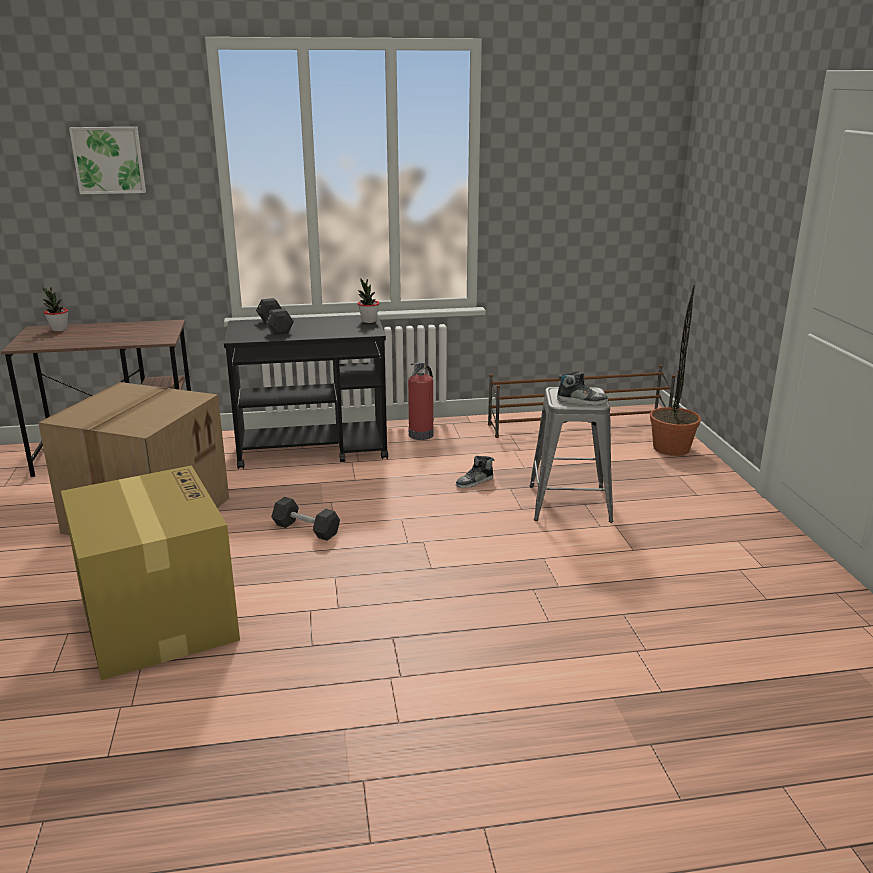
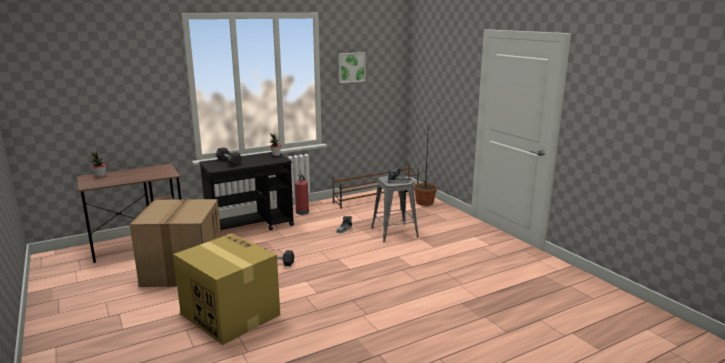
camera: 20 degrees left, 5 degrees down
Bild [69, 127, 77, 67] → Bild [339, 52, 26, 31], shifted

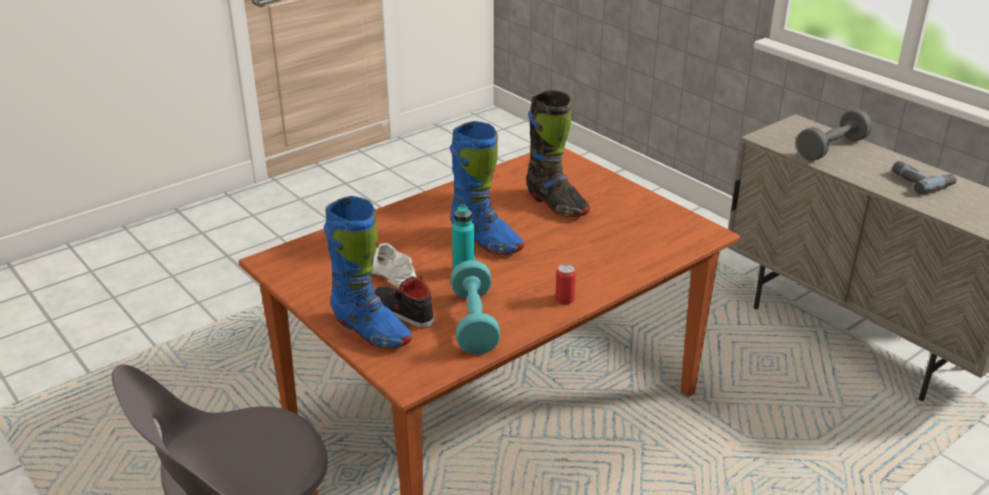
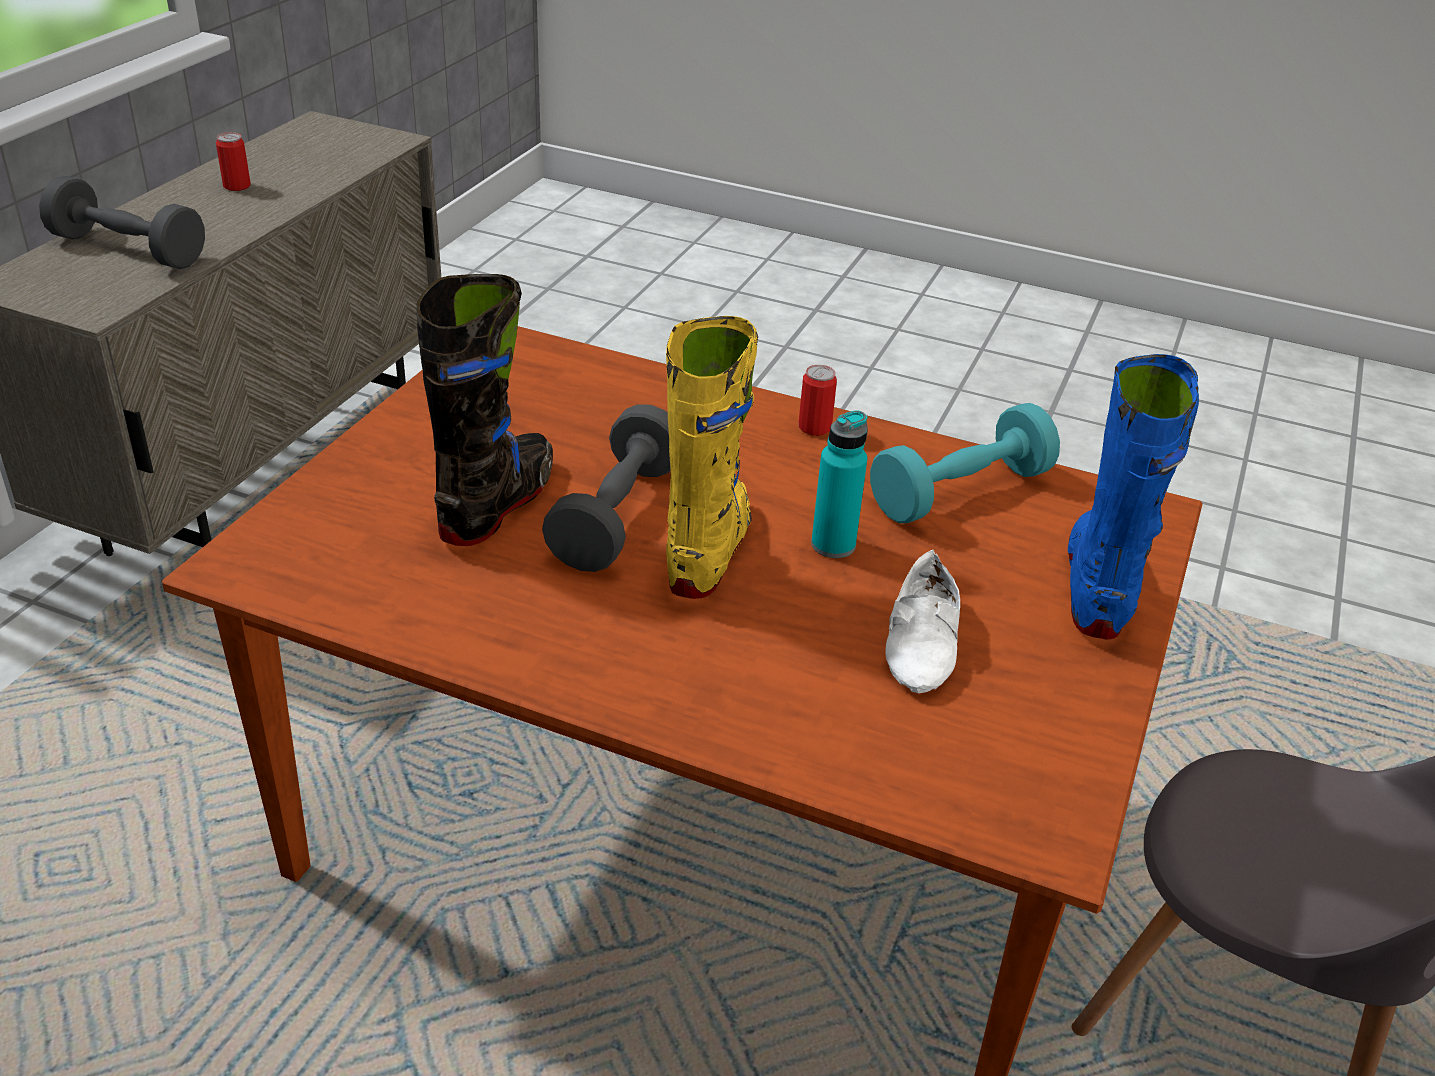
camera: 120 degrees left, 5 degrees up
Stiefel [blau] [450, 121, 74, 133] → Stiefel [gelb] [666, 316, 92, 283]
Bohrmaschine [892, 161, 65, 34] → Dose [216, 132, 35, 59]
Schuh [schwarz] [374, 276, 60, 52] → -
- → Hantel [grau] [542, 404, 129, 168]

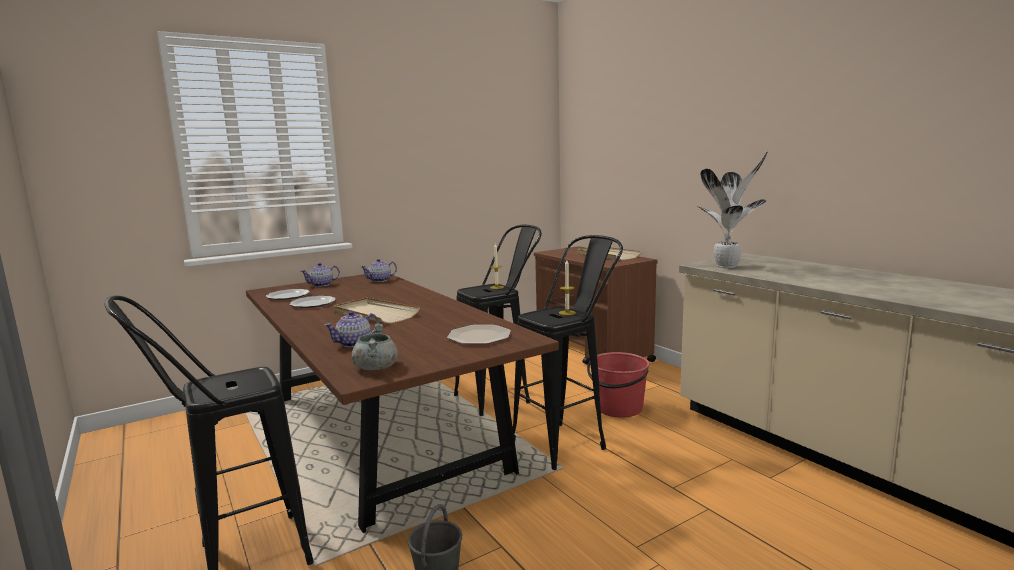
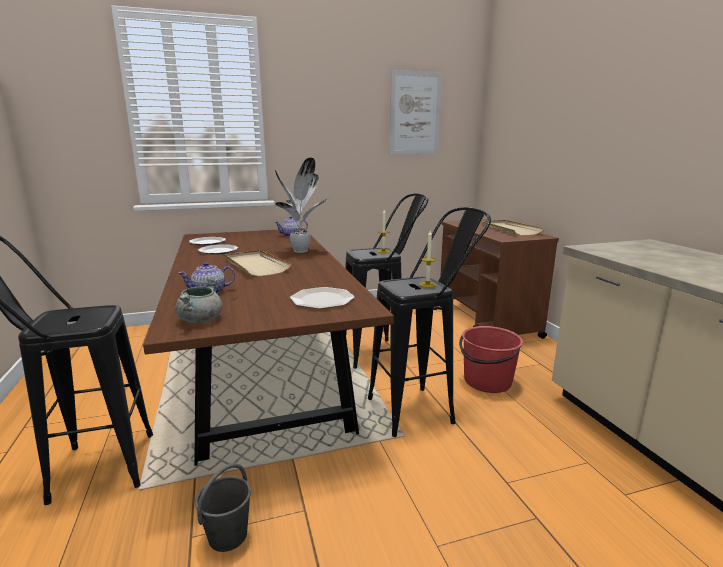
camera: 15 degrees right, 5 degrees up
Topfpflanze [696, 152, 71, 116] → Topfpflanze [275, 158, 54, 95], shifted
Teekanne [301, 263, 39, 24] → -
- → Bild [390, 70, 52, 85]

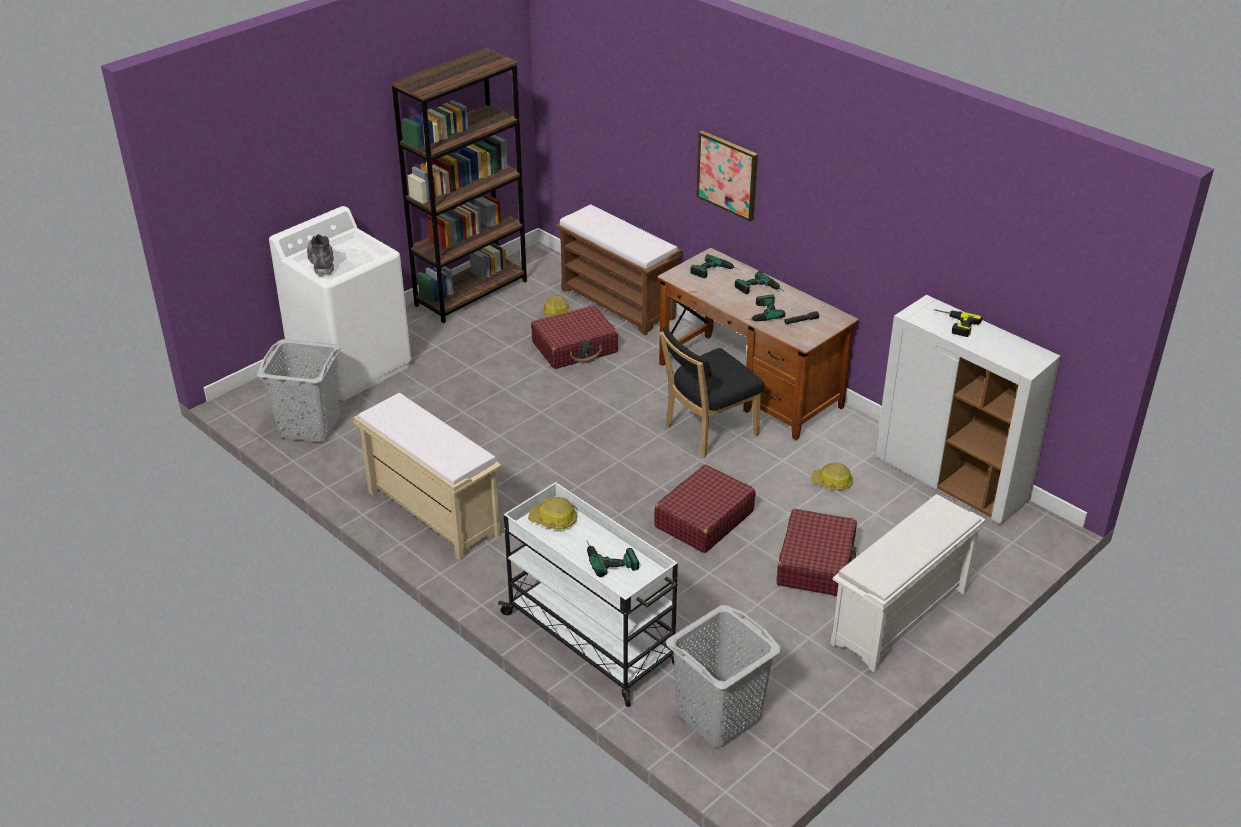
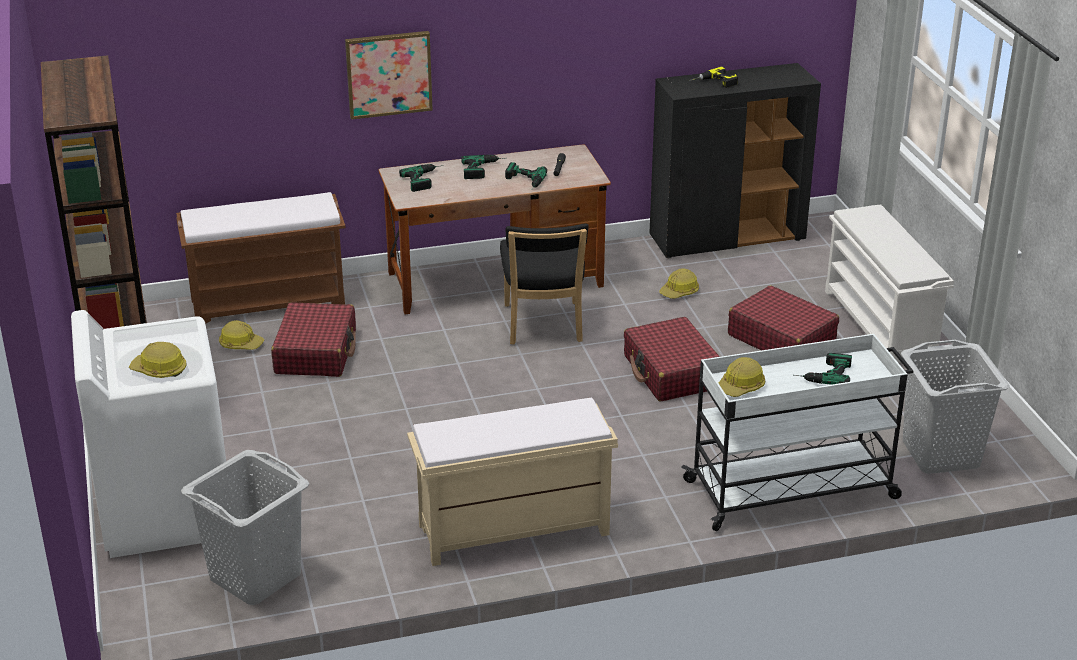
camera: 60 degrees left, 5 degrees down
Stiefel [grau] [307, 234, 27, 43] → Schutzhelm [129, 342, 58, 36]
Schrank [weiß] [875, 295, 186, 229] → Schrank [schwarz] [649, 63, 172, 195]

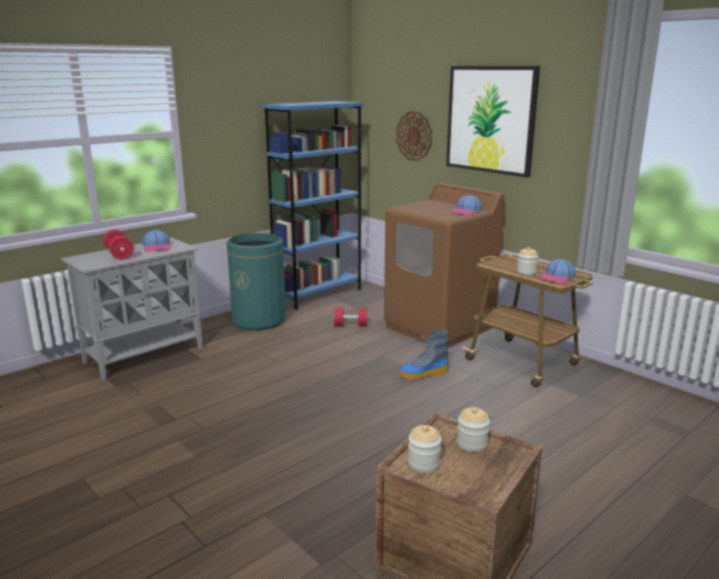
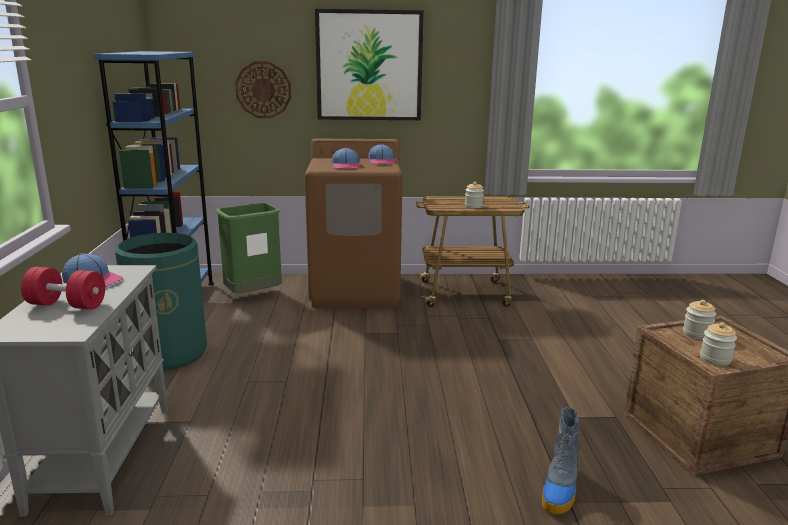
camera: 50 degrees left, 0 degrees up
Kappe [540, 258, 36, 25] → Kappe [332, 147, 27, 22], shifted
Hantel [rot] [334, 308, 34, 18] → -
Stiefel [399, 329, 50, 51] → Stiefel [542, 407, 38, 108], shifted
- → Mülleimer [grün] [216, 203, 66, 90]

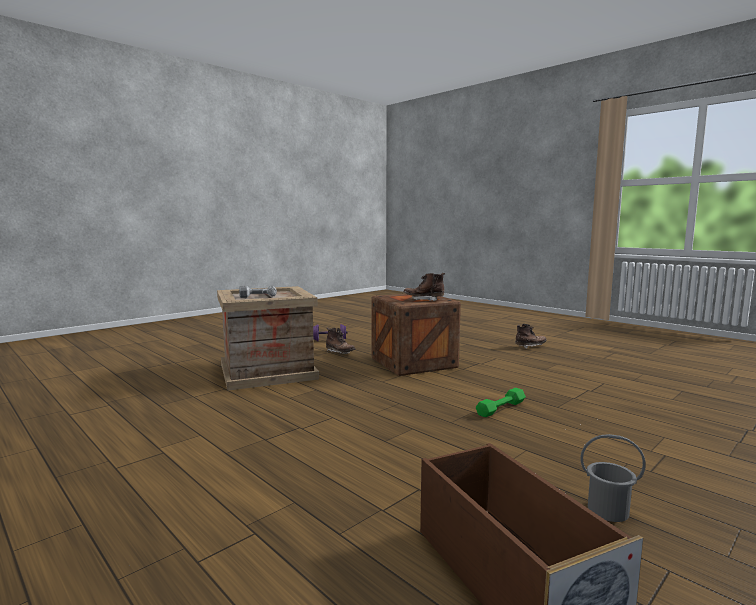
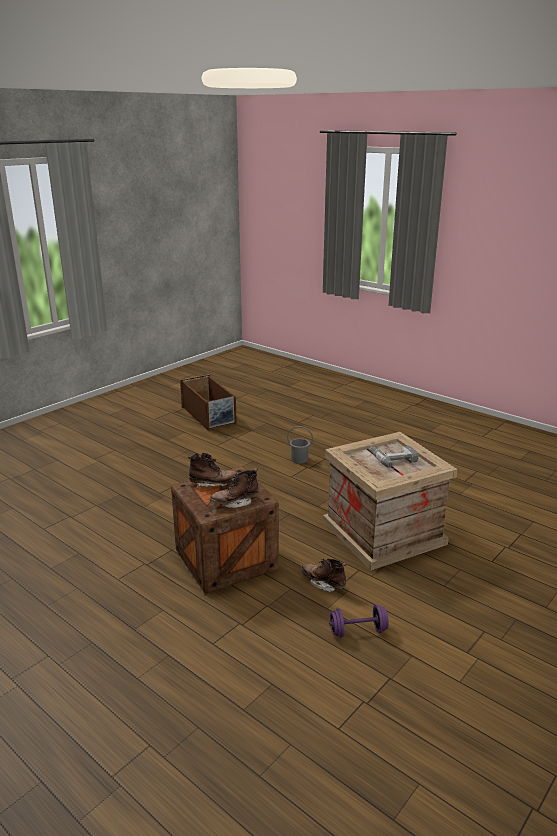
camera: 175 degrees right, 15 degrees up
Stiefel [braun] [515, 324, 32, 25] → Stiefel [braun] [210, 468, 49, 40], shifted
Hantel [grün] [476, 388, 50, 29] → -
Eimer [grau] [580, 434, 66, 88] → Eimer [grau] [287, 426, 26, 38], shifted

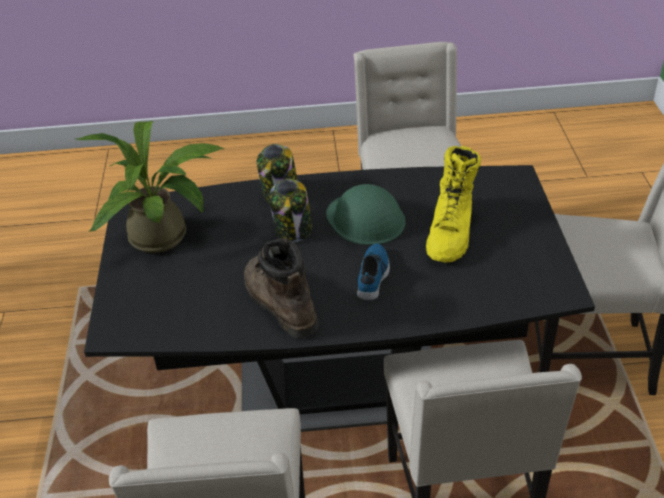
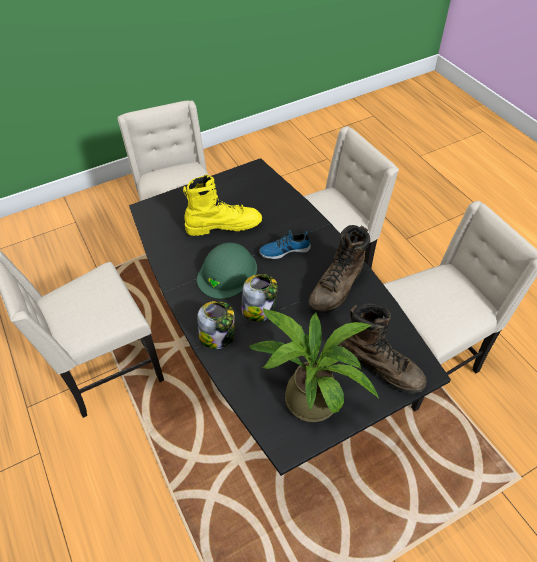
camera: 115 degrees left, 10 degrees up
- → Stiefel [braun] [338, 304, 89, 90]

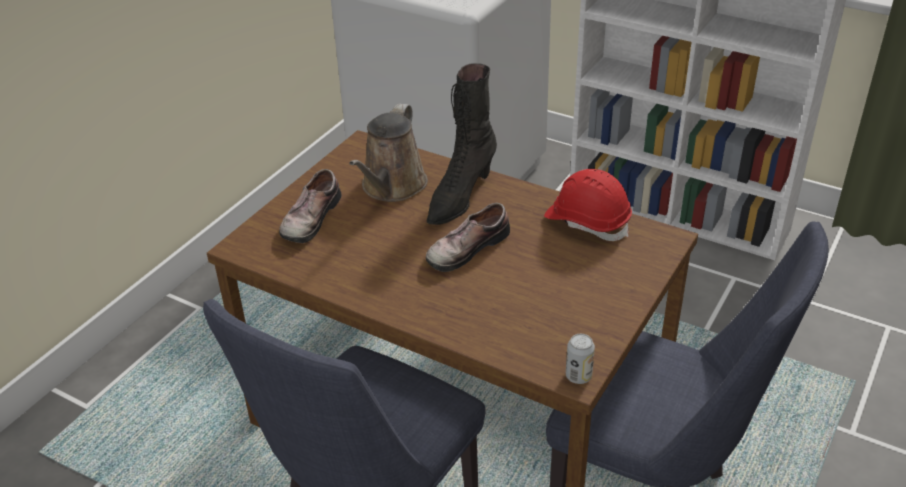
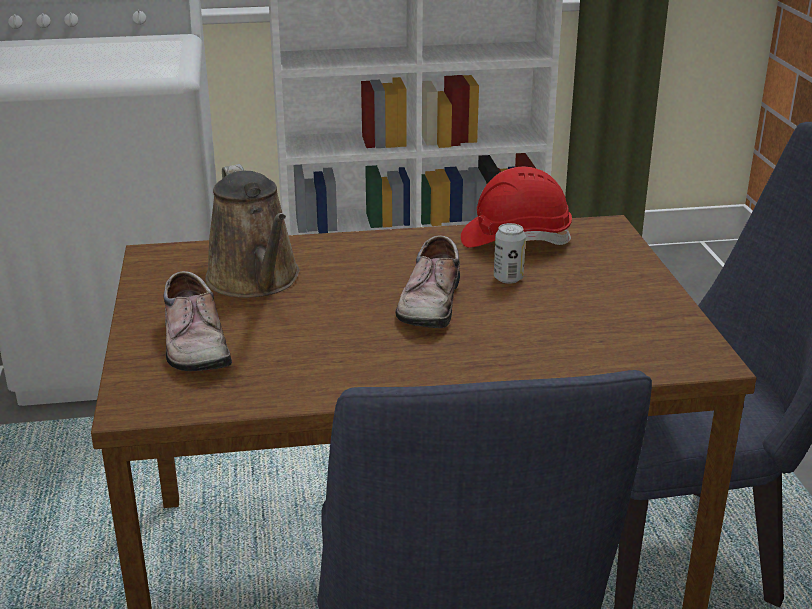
camera: 40 degrees left, 10 degrees down
Stiefel [schwarz] [426, 63, 71, 162] → -
Dose [566, 334, 29, 50] → Dose [494, 223, 32, 61], shifted

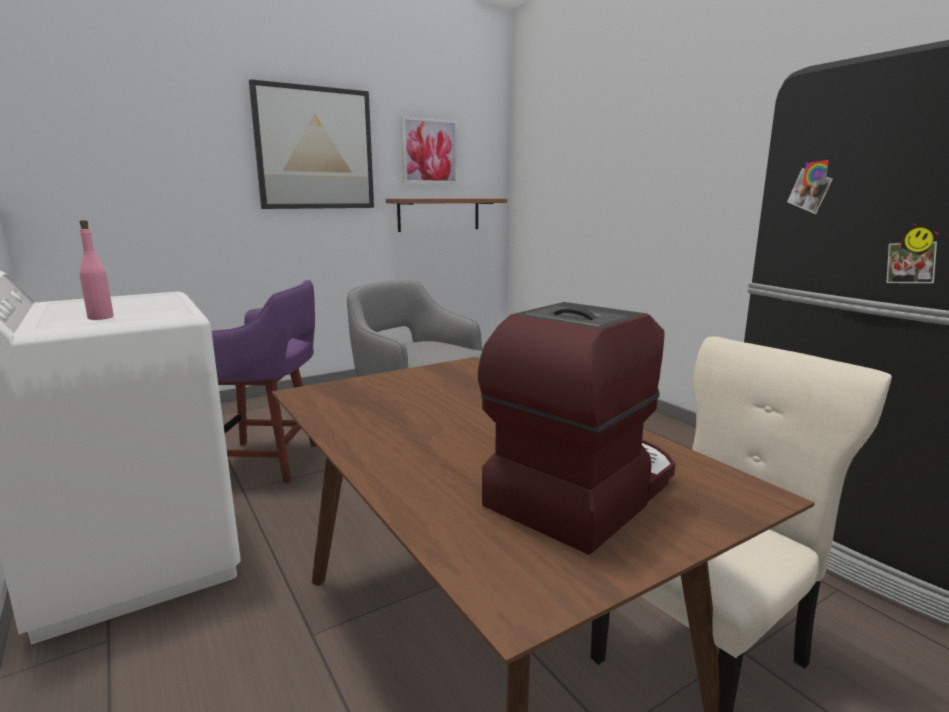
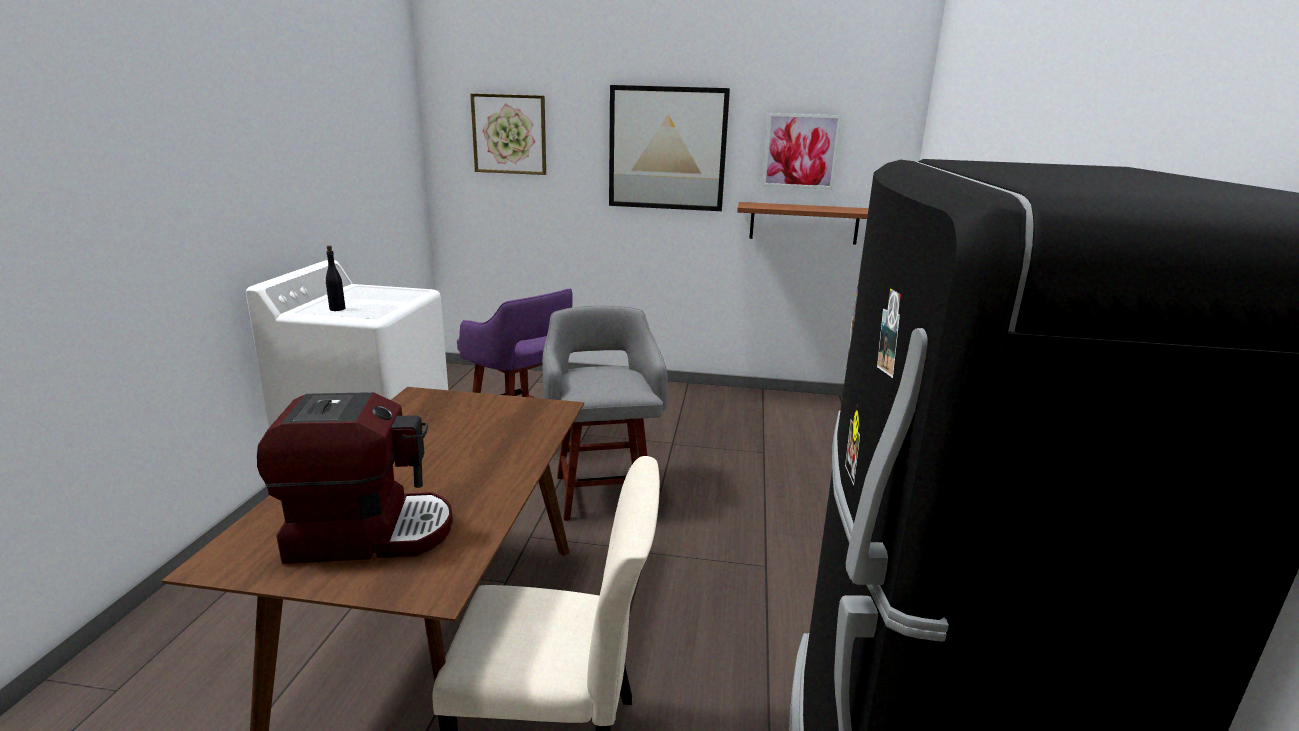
camera: 40 degrees right, 5 degrees up
Flasche [rosa] [79, 220, 35, 100] → Flasche [schwarz] [326, 245, 19, 66]
- → Bild [470, 93, 76, 82]

